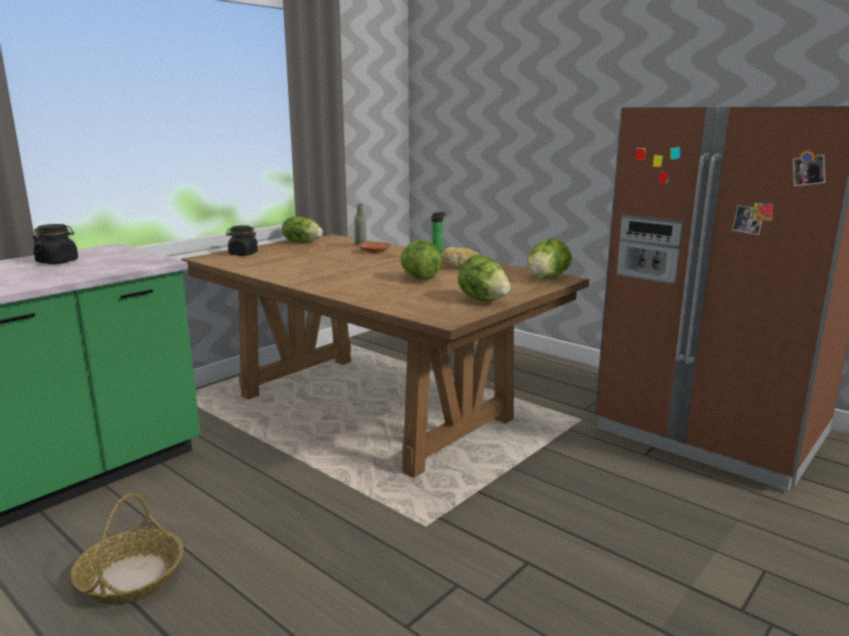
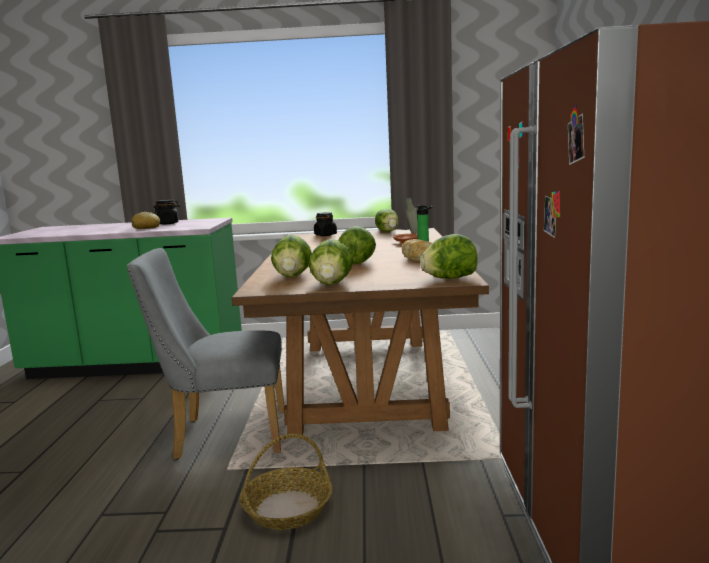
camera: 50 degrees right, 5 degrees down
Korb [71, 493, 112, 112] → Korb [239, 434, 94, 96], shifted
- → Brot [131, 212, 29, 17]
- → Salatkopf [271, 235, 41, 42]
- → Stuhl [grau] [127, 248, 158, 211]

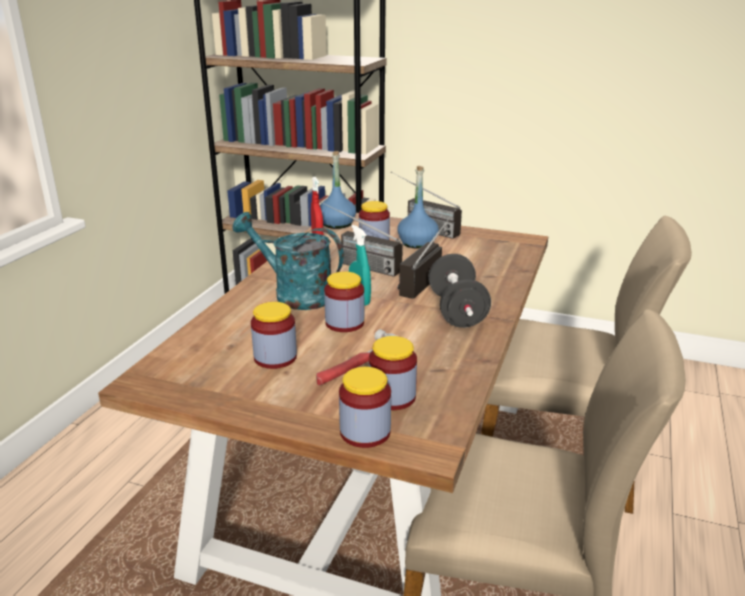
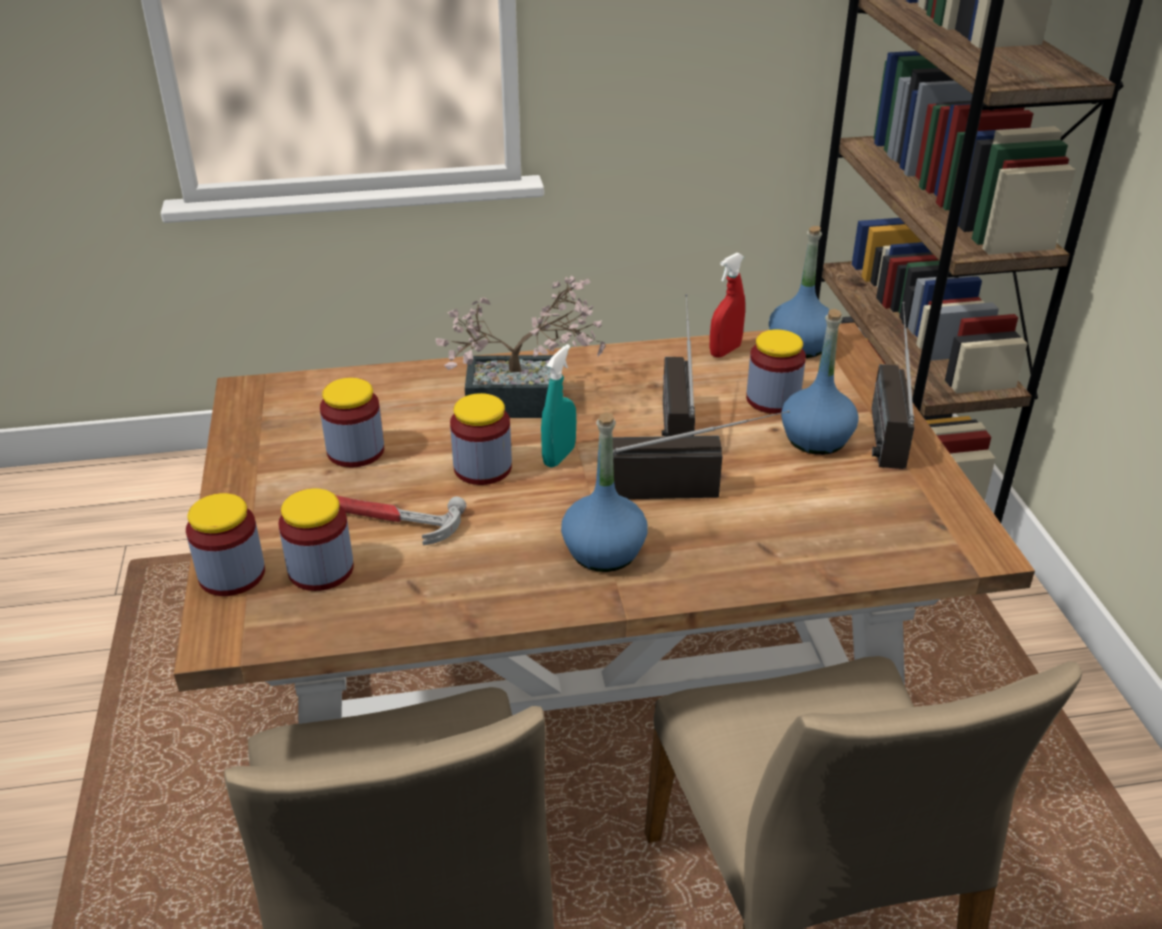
camera: 60 degrees right, 10 degrees up
Gießkanne [türkis] [233, 212, 111, 98] → Topfpflanze [436, 276, 169, 142]
Hantel [schwarz] [428, 254, 63, 74] → Flasche [blau] [561, 412, 87, 160]

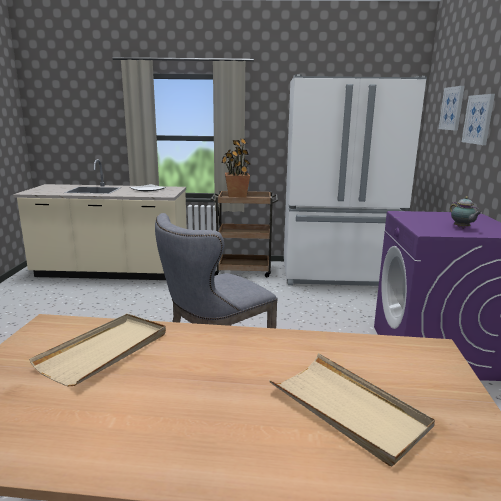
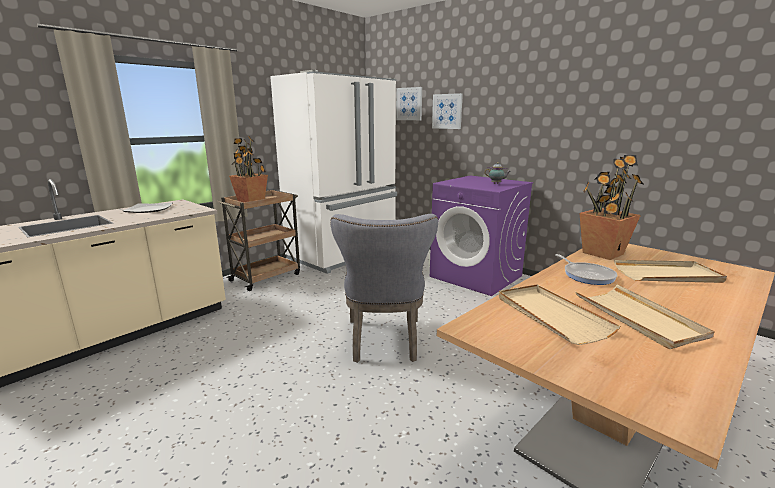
camera: 50 degrees left, 0 degrees up
- → Topfpflanze [579, 155, 64, 105]
- → Pfanne [555, 254, 63, 31]
- → Tablett [beige] [576, 284, 139, 65]

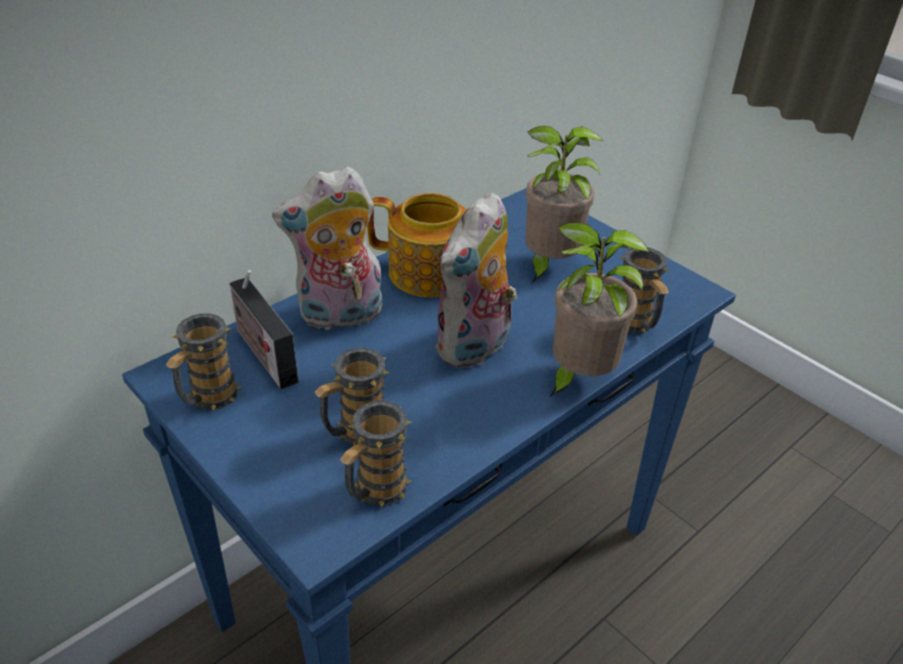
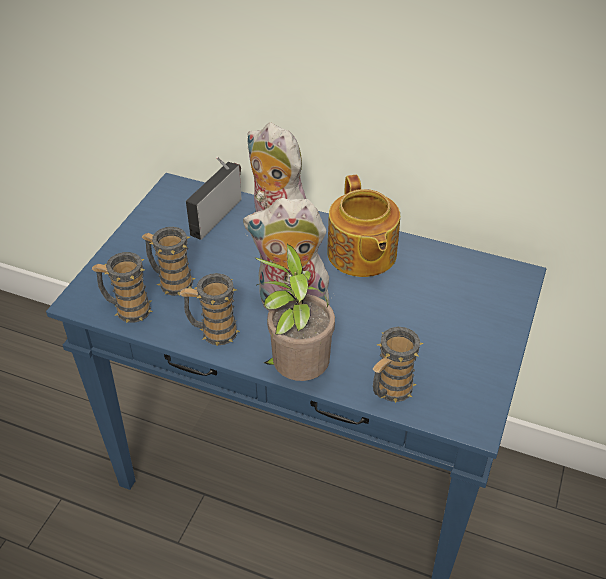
camera: 65 degrees right, 5 degrees up
Topfpflanze [525, 126, 78, 157] → -
Henkelbecher [166, 313, 75, 97] → Henkelbecher [179, 273, 61, 73], shifted

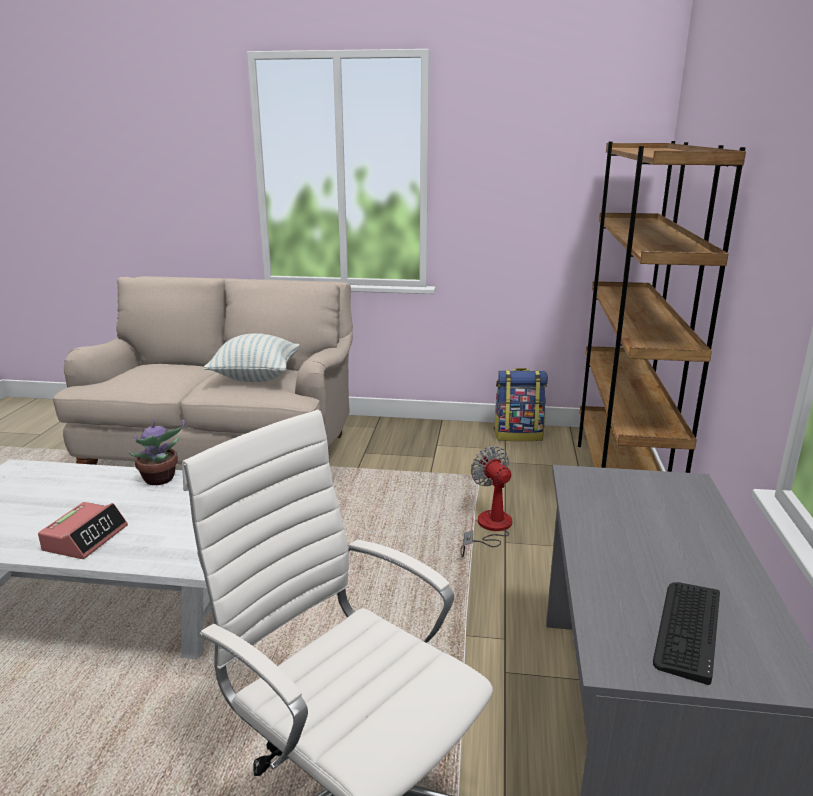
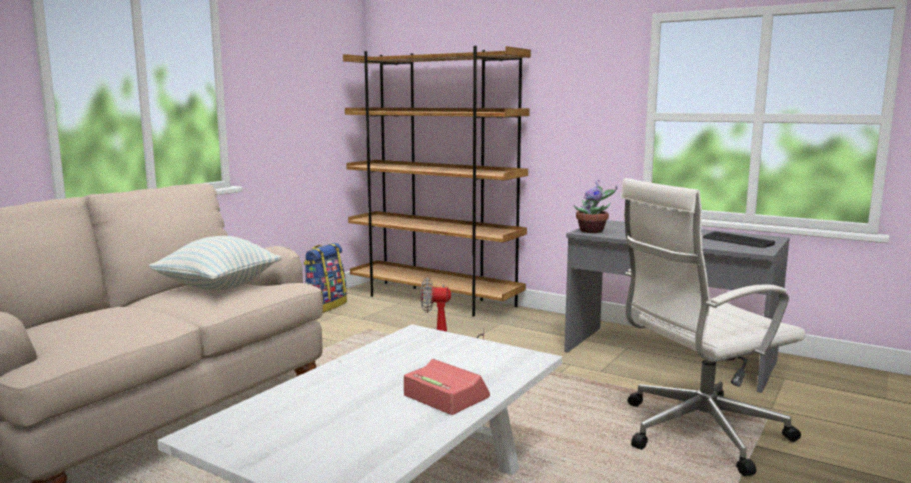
camera: 65 degrees left, 10 degrees down
Topfpflanze [128, 419, 57, 66] → Topfpflanze [574, 180, 43, 53], shifted

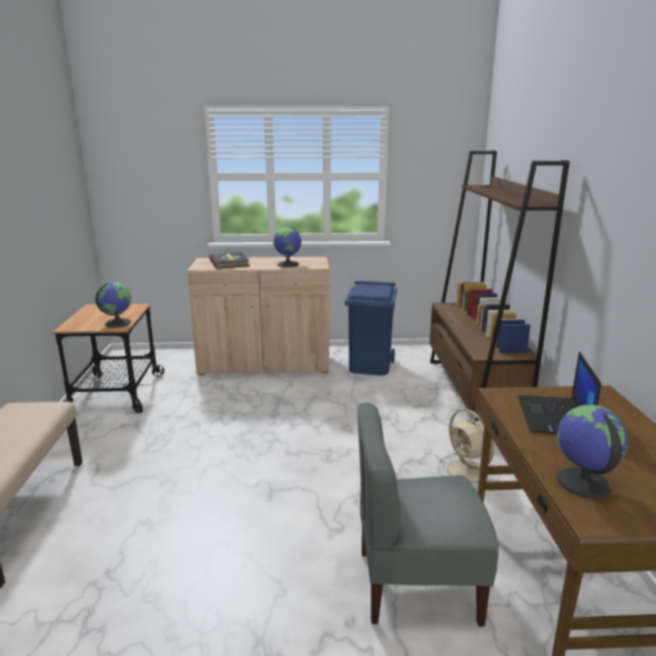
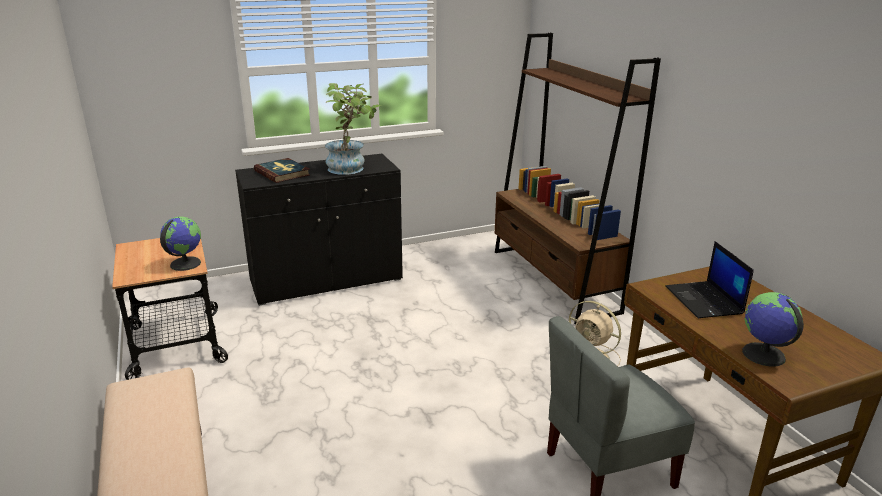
camera: 20 degrees left, 5 degrees up
Globus [273, 227, 28, 40] → Topfpflanze [325, 83, 56, 92]
Schrank [beige] [187, 257, 142, 118] → Schrank [schwarz] [235, 154, 168, 152]
Mülleimer [blau] [345, 280, 52, 96] → -

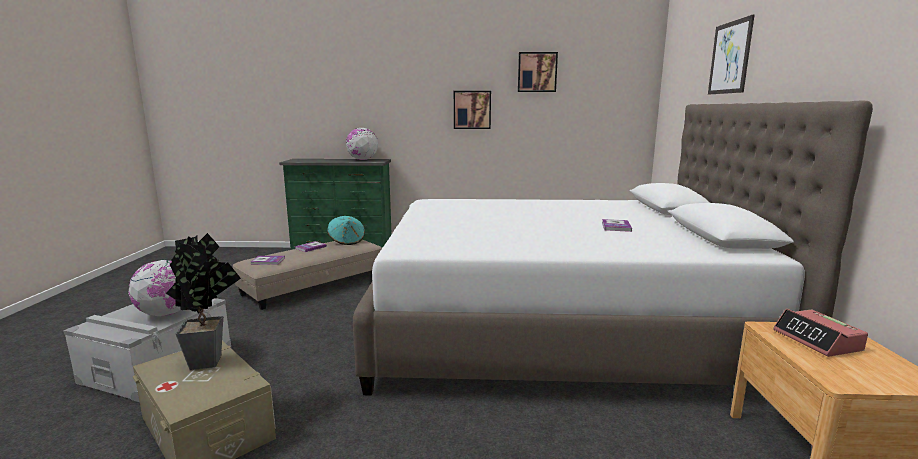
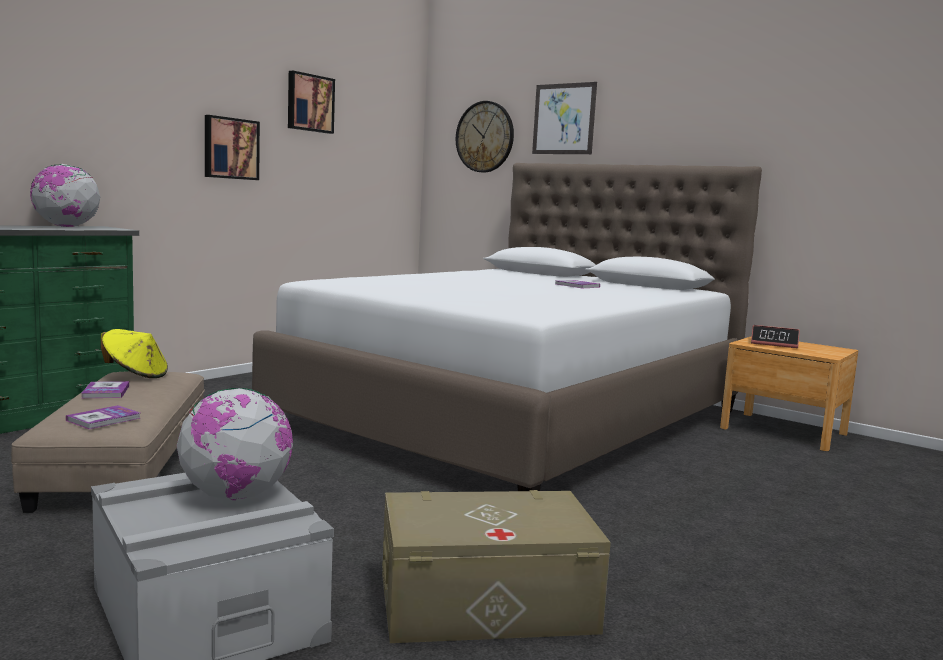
camera: 55 degrees left, 5 degrees down
Hut [türkis] [327, 216, 38, 29] → Hut [gelb] [101, 329, 67, 49]
Topfpflanze [166, 233, 75, 137] → -
- → Wanduhr [456, 101, 58, 72]

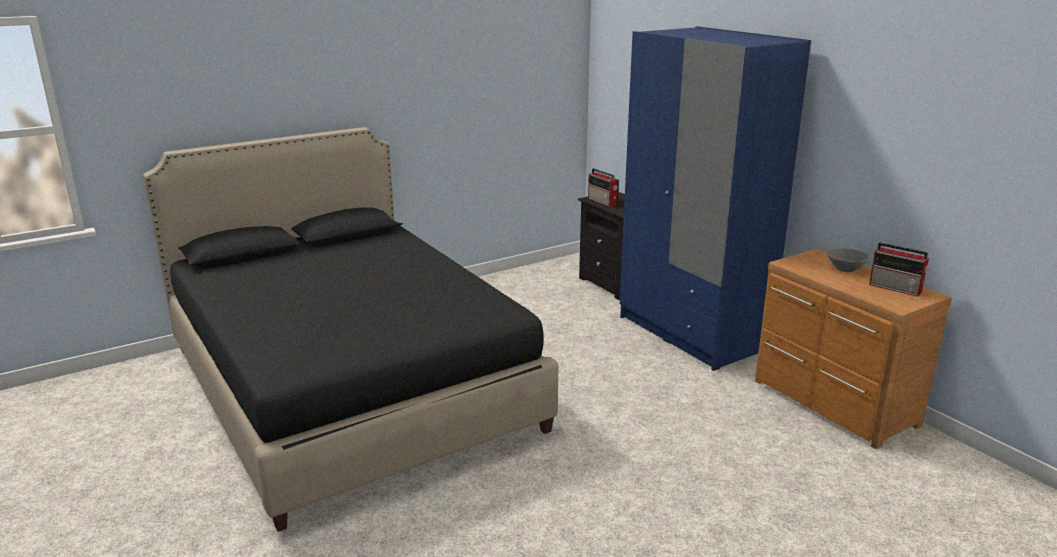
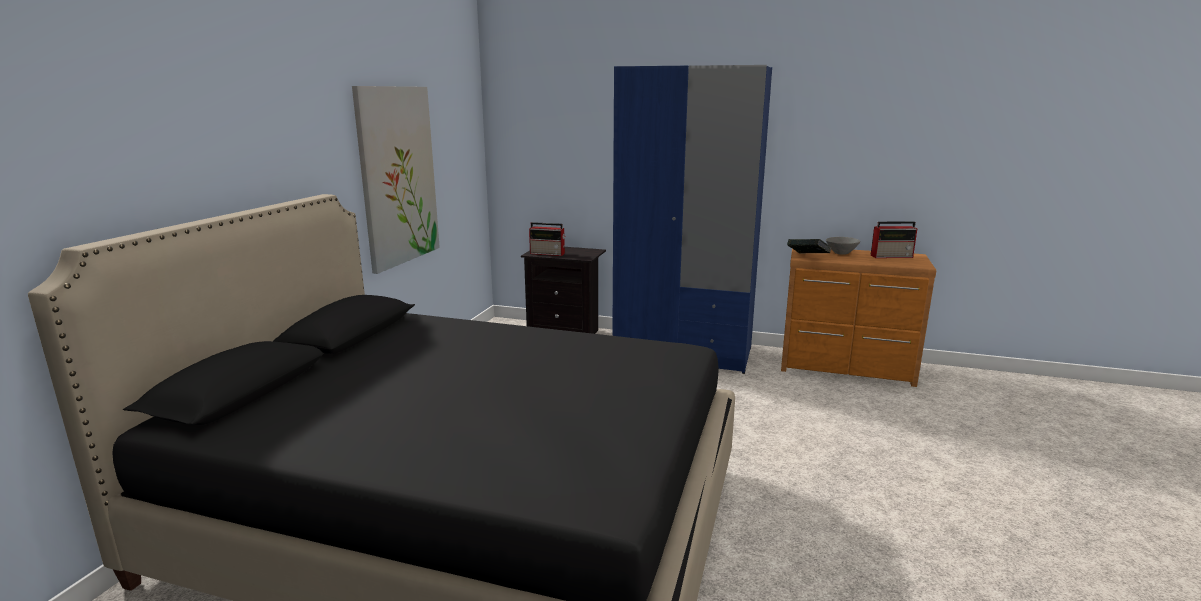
camera: 40 degrees left, 5 degrees down
- → Bild [352, 86, 88, 188]
- → Buch [787, 239, 44, 15]

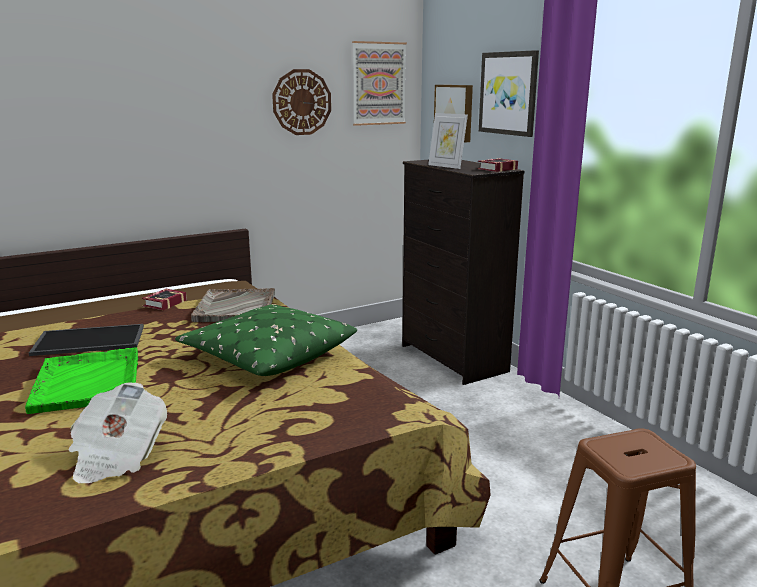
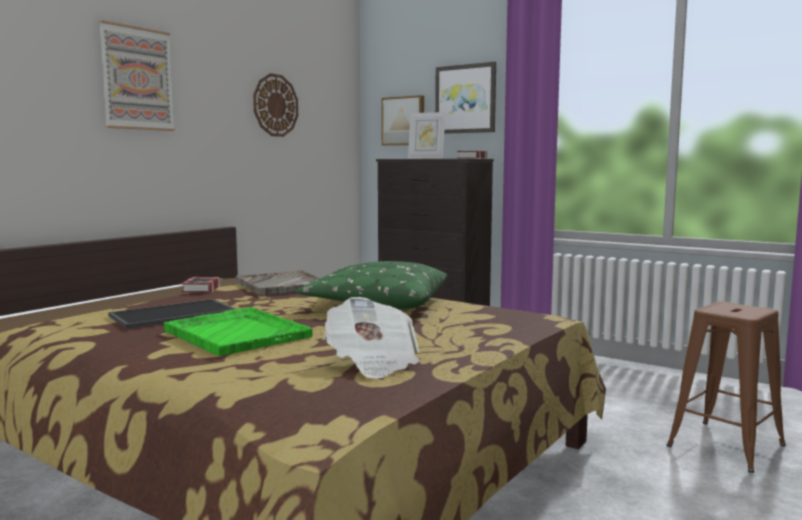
camera: 25 degrees left, 10 degrees down
Bild [352, 41, 55, 85] → Bild [99, 20, 76, 111], shifted

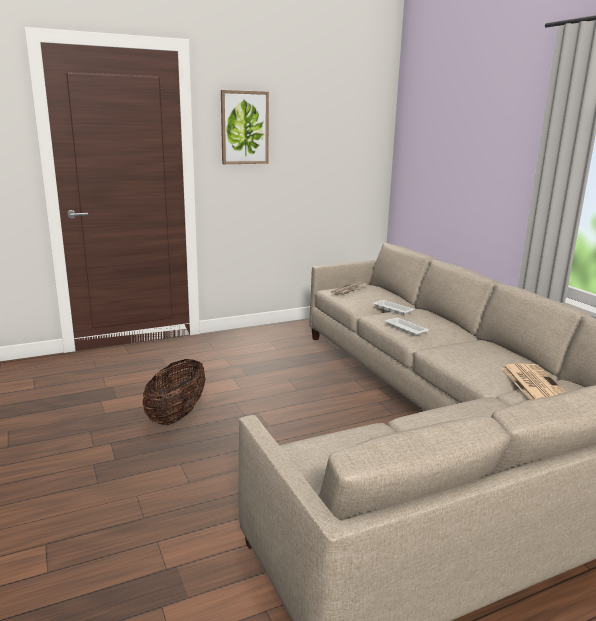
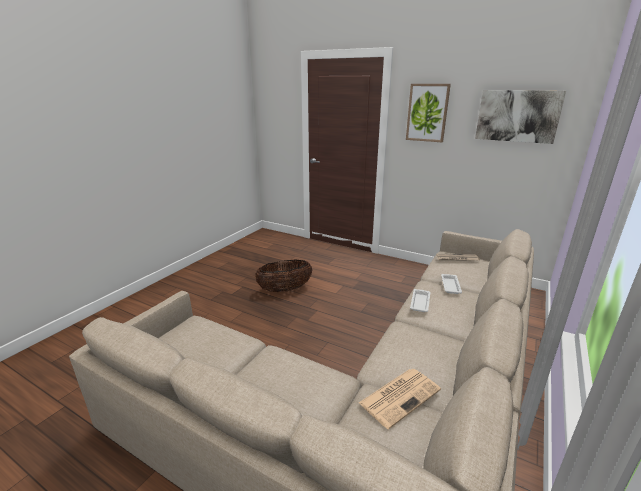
camera: 55 degrees right, 5 degrees up
- → Bild [475, 90, 91, 54]

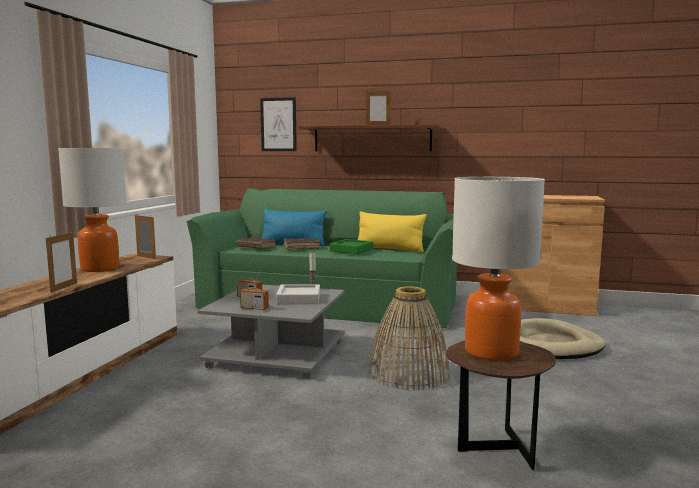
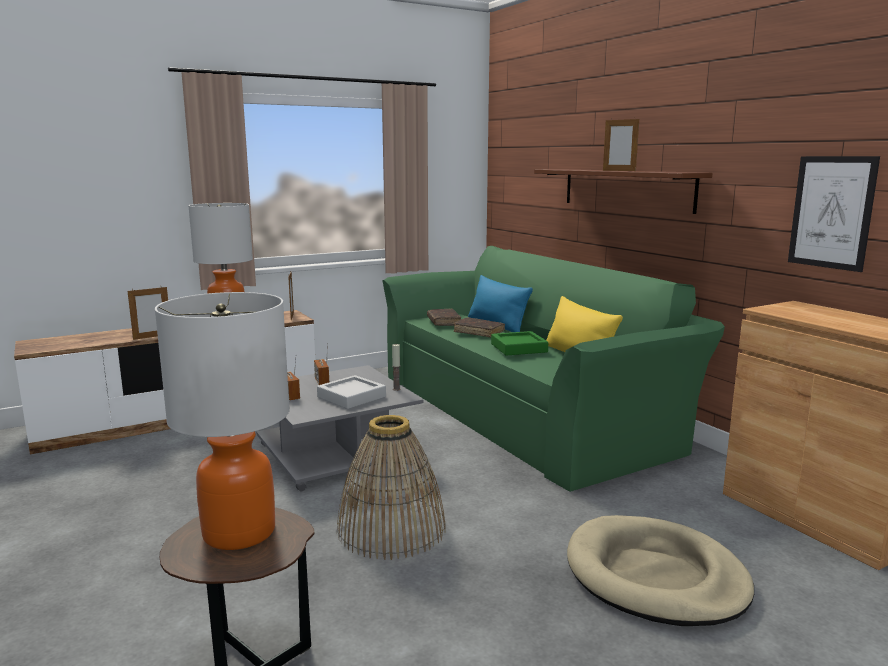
camera: 45 degrees right, 5 degrees up
Bild [260, 97, 37, 54] → Bild [788, 156, 92, 116], shifted

